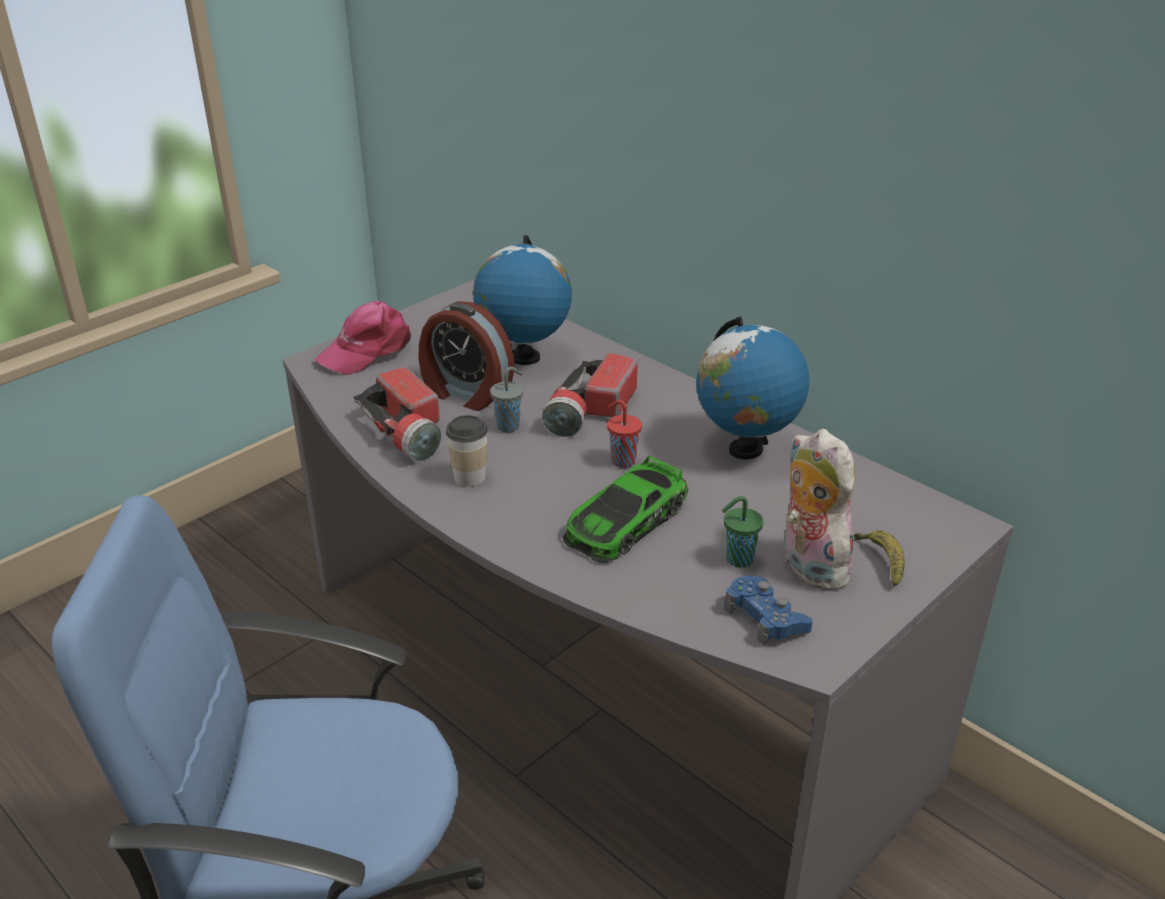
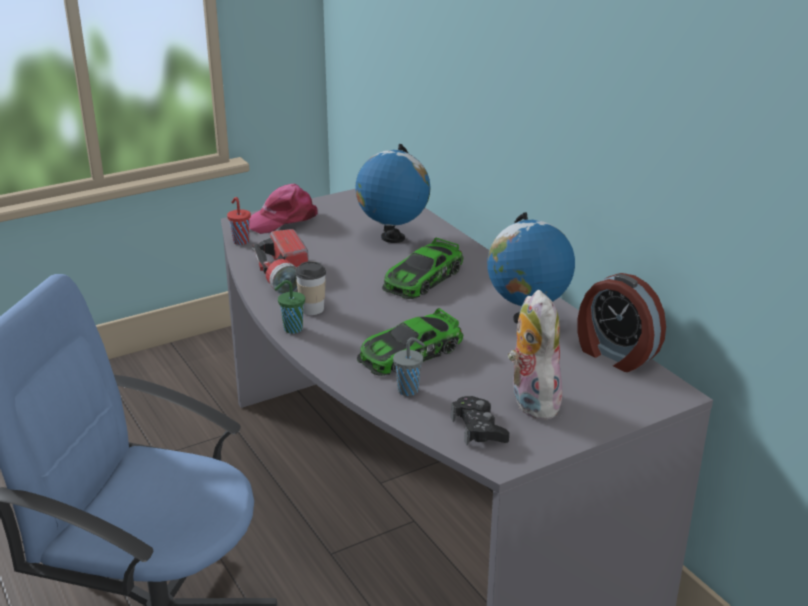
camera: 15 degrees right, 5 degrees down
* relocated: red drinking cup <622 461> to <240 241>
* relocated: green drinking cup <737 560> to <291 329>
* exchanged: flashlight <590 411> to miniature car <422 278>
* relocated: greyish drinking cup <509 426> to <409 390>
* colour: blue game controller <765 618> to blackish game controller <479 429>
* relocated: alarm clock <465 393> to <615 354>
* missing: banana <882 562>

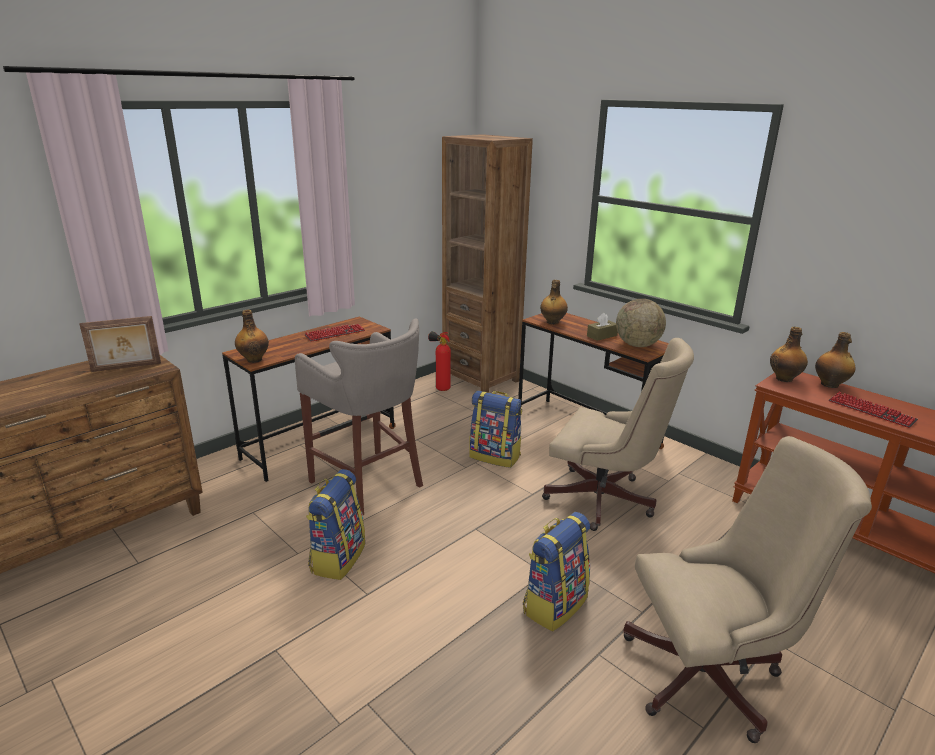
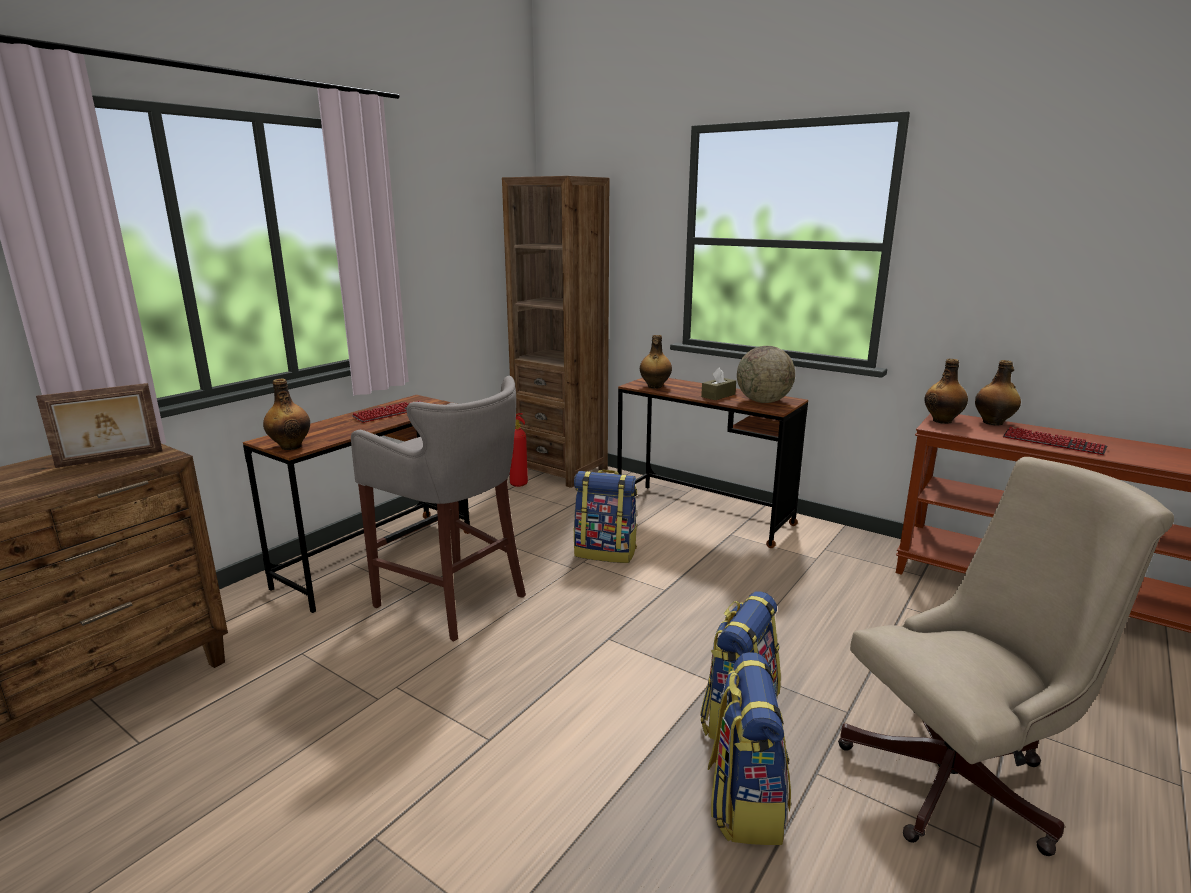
camera: 10 degrees left, 5 degrees down
* relocated: rucksack <337 557> to <744 802>
* missing: sand-coloured desk chair <605 501>

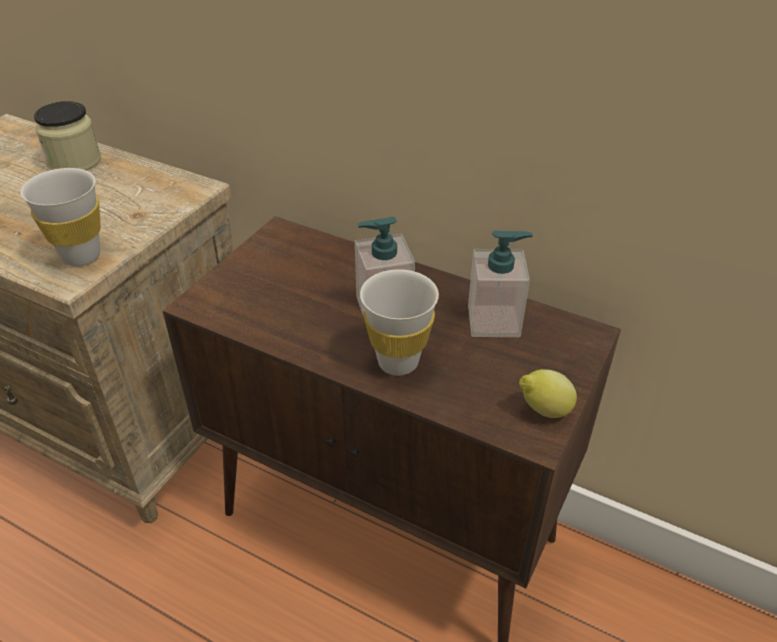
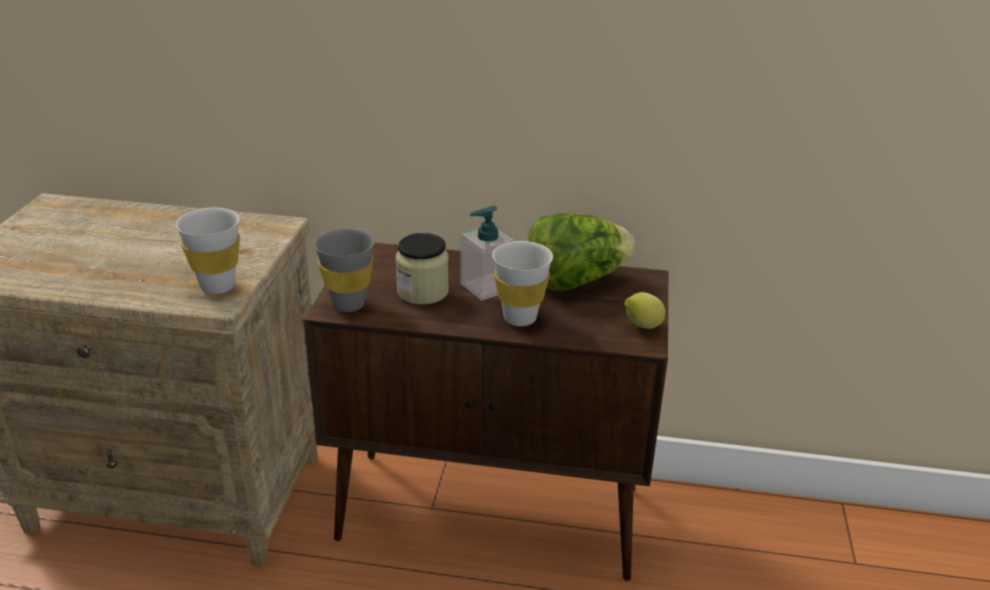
camera: 20 degrees left, 10 degrees down
* appeared: greyish drinking cup <348 304>
* relocated: storage jar <75 162> to <422 292>
* exchanged: soap bottle <494 321> to lettuce <575 281>

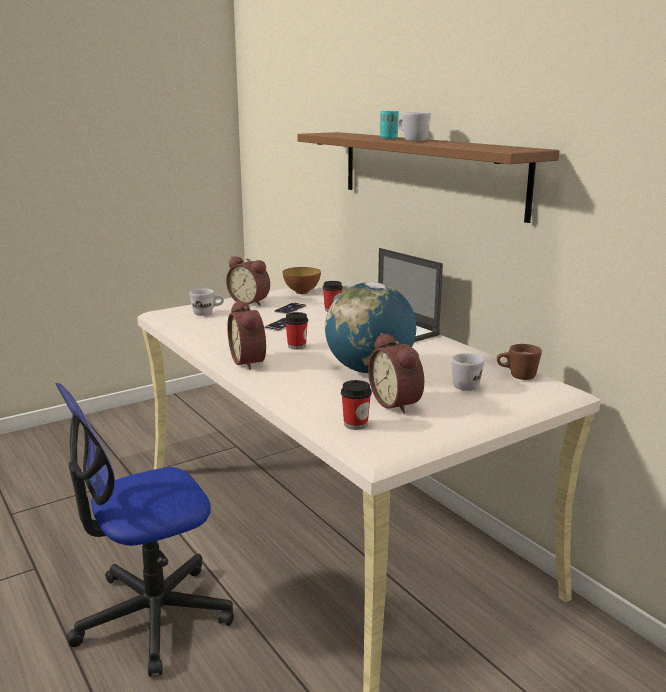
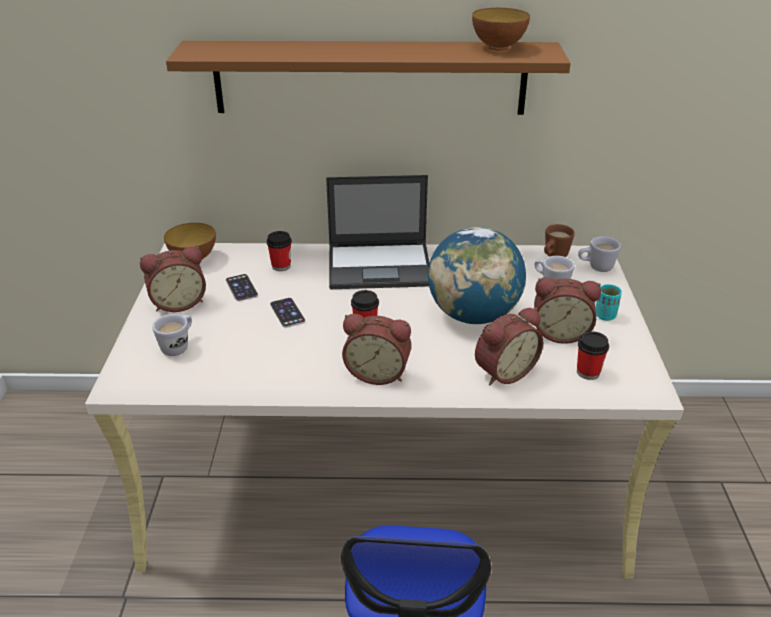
camera: 55 degrees left, 15 degrees up
* appeared: bowl <498 47>
* appeared: alarm clock <503 371>
* relocated: white-coloured tea mug <411 140> to <595 267>
* relocated: turquoise drinking cup <388 138> to <605 316>

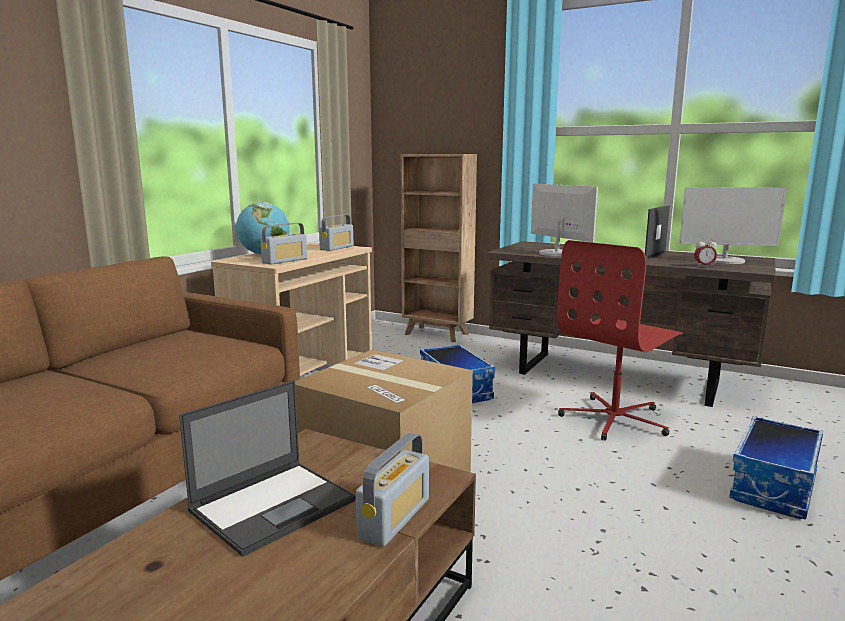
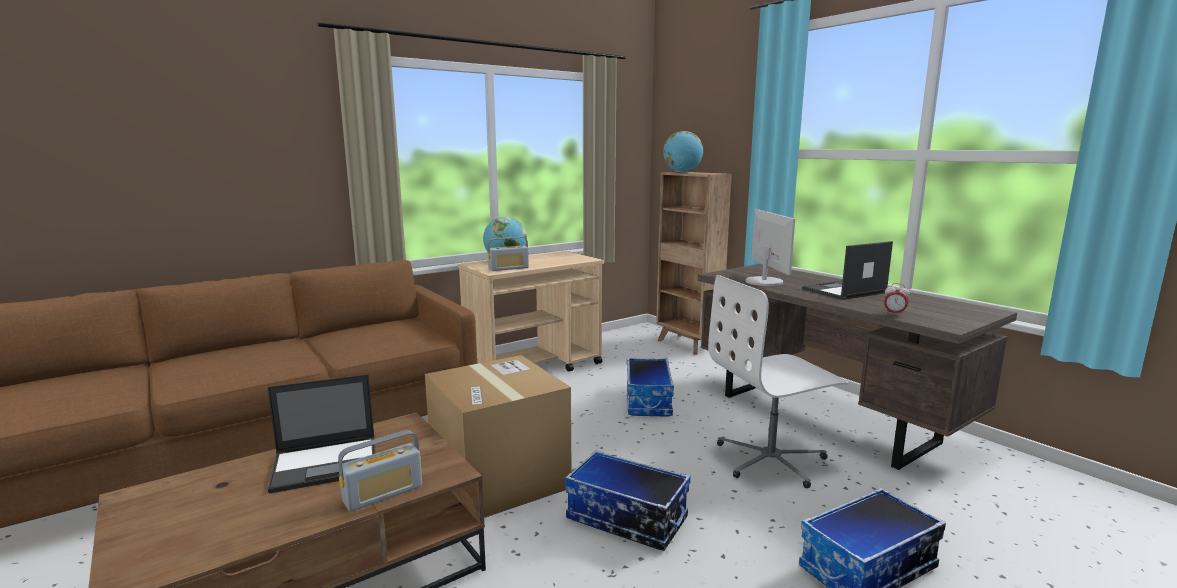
camera: 25 degrees right, 0 degrees up
* appeared: storage box <625 519>
* appeared: desk globe <682 172>
* colour: red desk chair <615 419> to white-coloured desk chair <771 460>
* missing: radio <337 248>
* missing: computer screen <724 261>

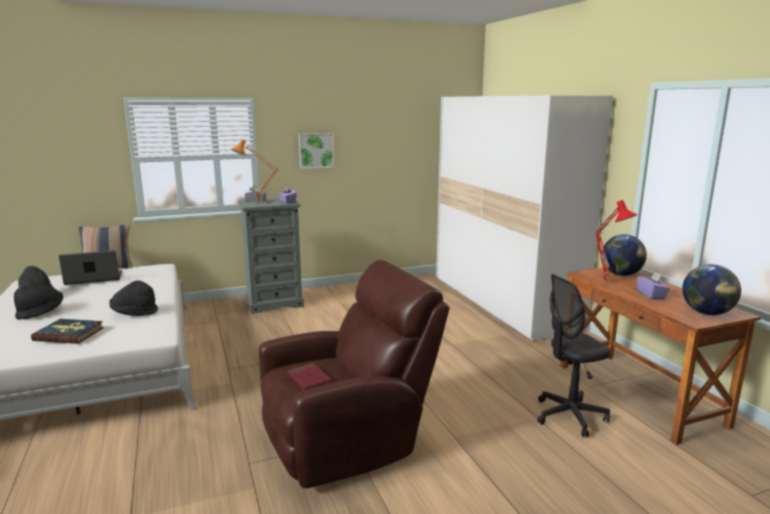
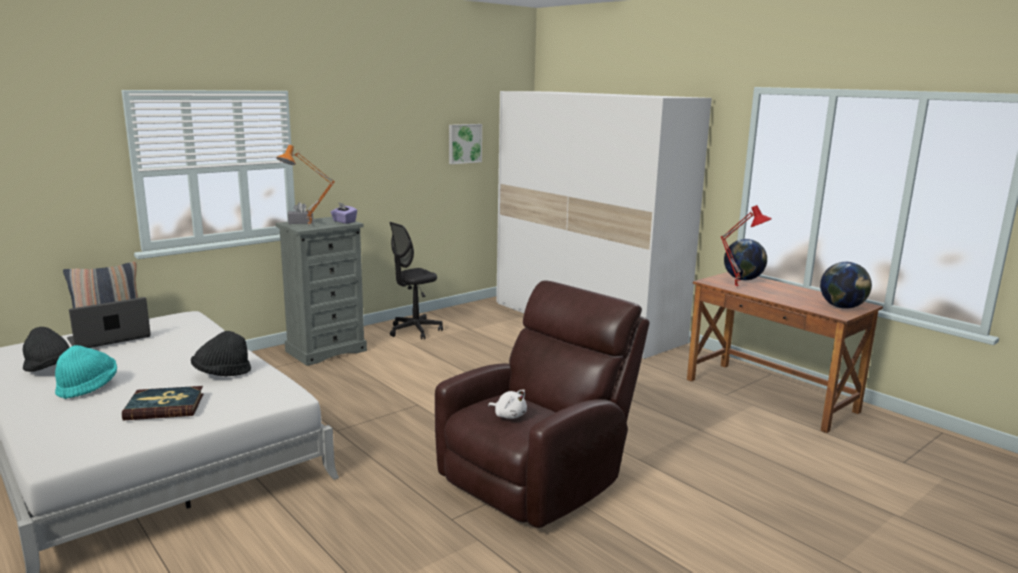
camera: 20 degrees left, 0 degrees up
* colour: blackish hat <41 313> to turquoise hat <88 387>
* relocated: blackish desk chair <569 416> to <415 331>
* relocated: picture <316 150> to <464 143>
* exchanged: red book <309 379> to white-coloured cuddly toy <509 415>
* missing: purplish tissue holder <651 295>

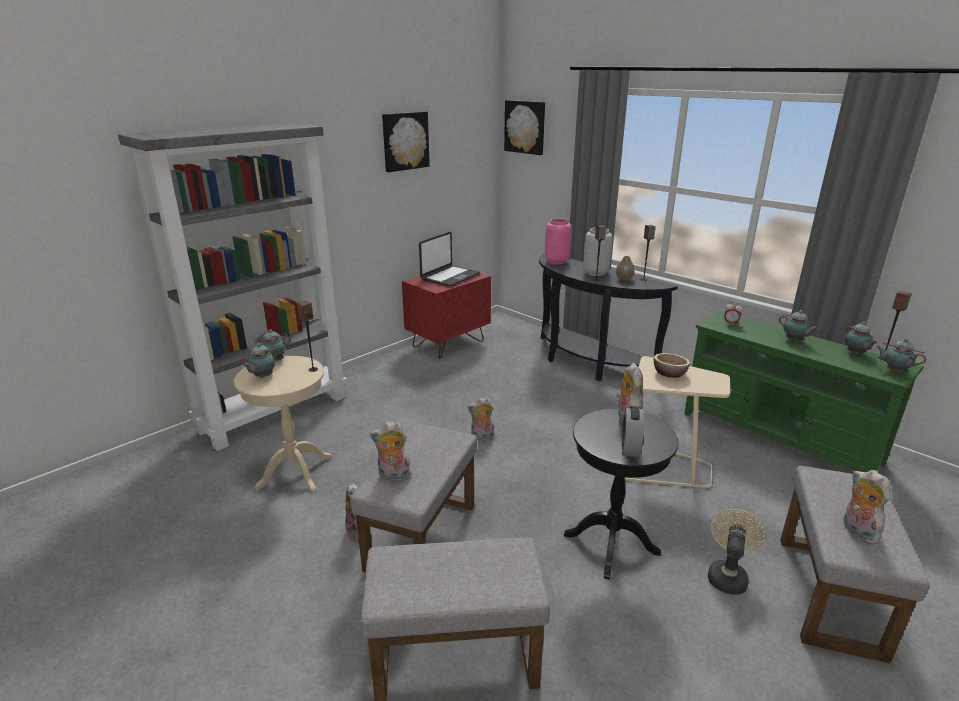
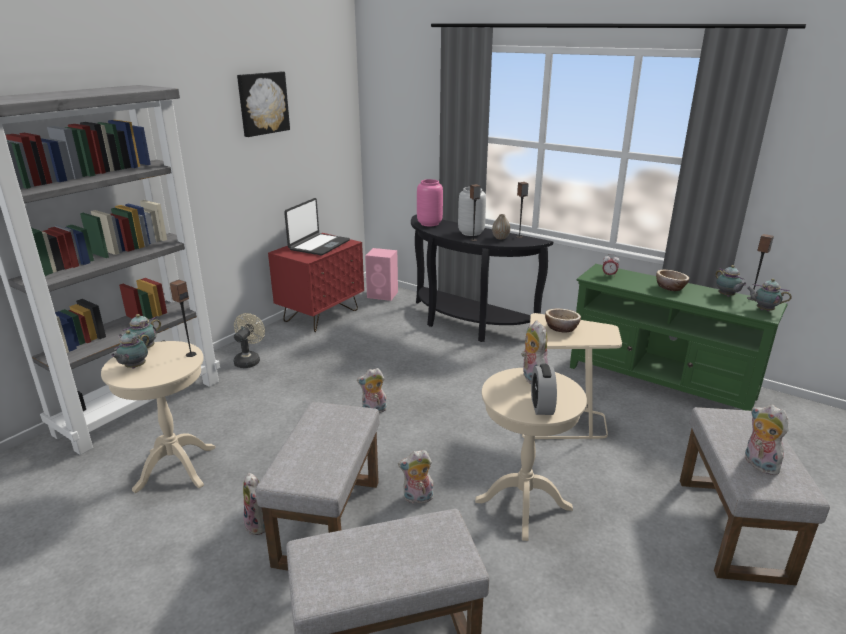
camera: 10 degrees left, 0 degrees up
* relocated: sand-coloured electric fan <727 575> to <249 360>
* appeared: pinkish loudspeaker <383 295>
* relocated: cuddly toy <393 476> to <417 498>
* colour: blackish end table <611 544> to sand-coloured end table <523 504>
* exchanged: tea pot <794 341> to bowl <670 288>
* missing: picture <525 127>

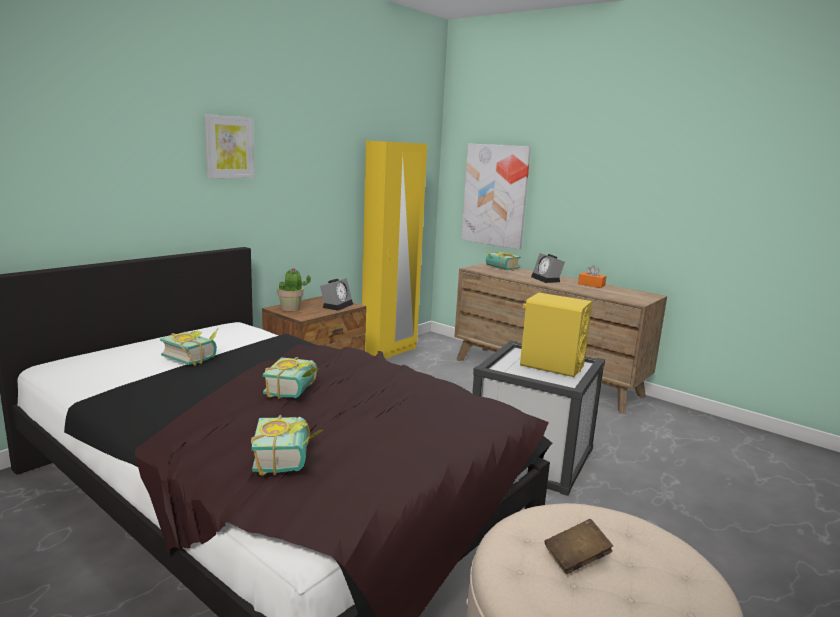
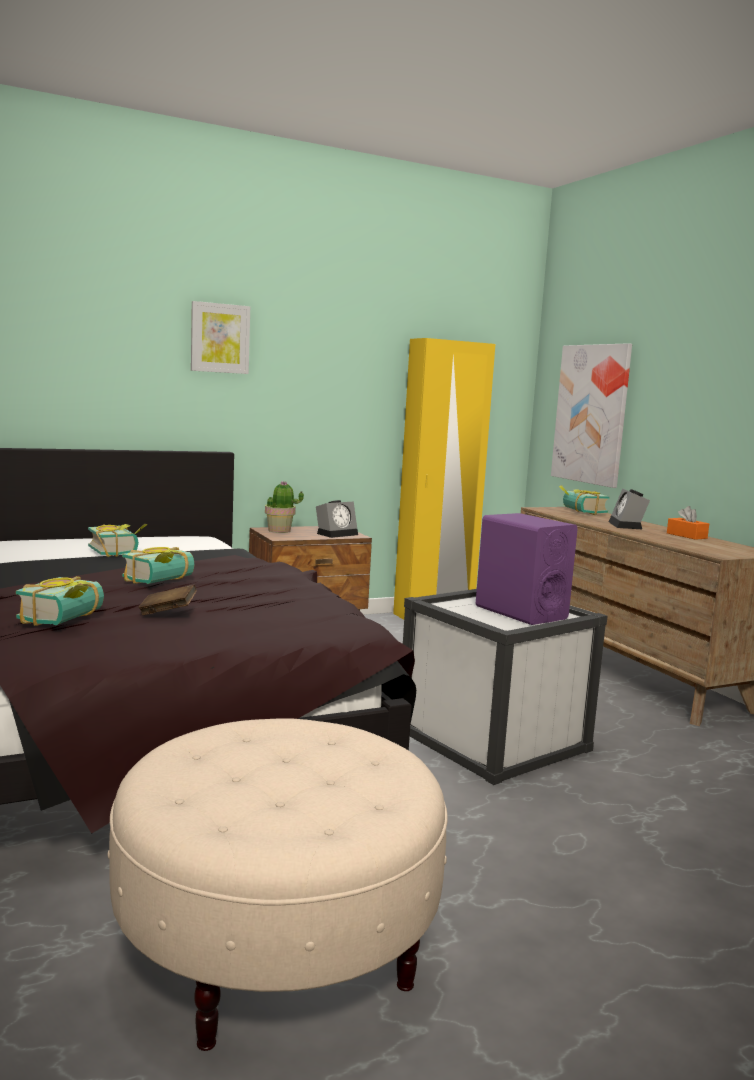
camera: 25 degrees right, 5 degrees down
* relocated: brownish book <576 558> to <168 613>
* colour: yellow loudspeaker <551 366> to purplish loudspeaker <520 612>

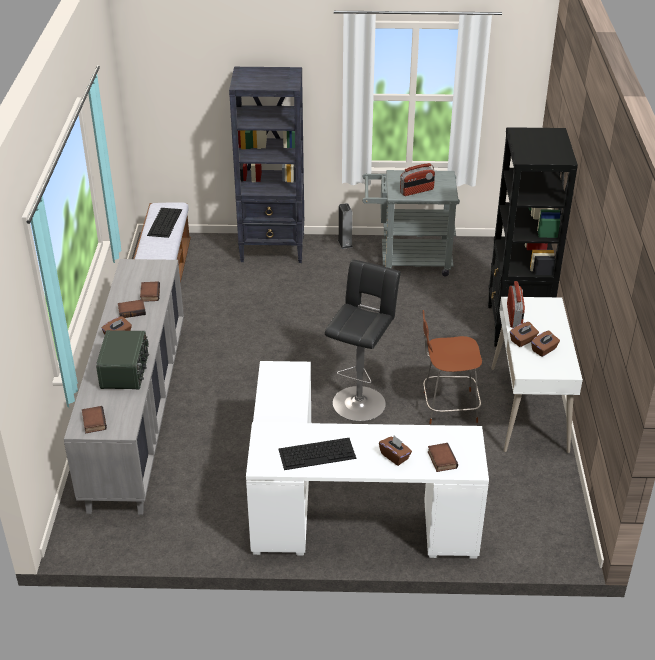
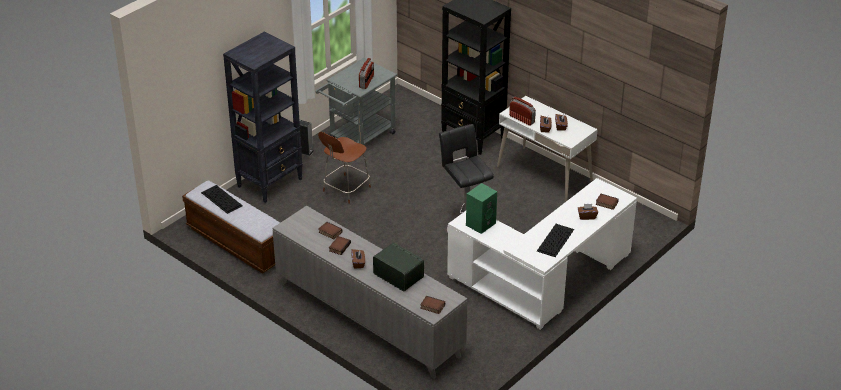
camera: 50 degrees left, 0 degrees up
* relocated: brownish plain chair <447 407> to <345 190>
* appeared: green loudspeaker <480 223>

